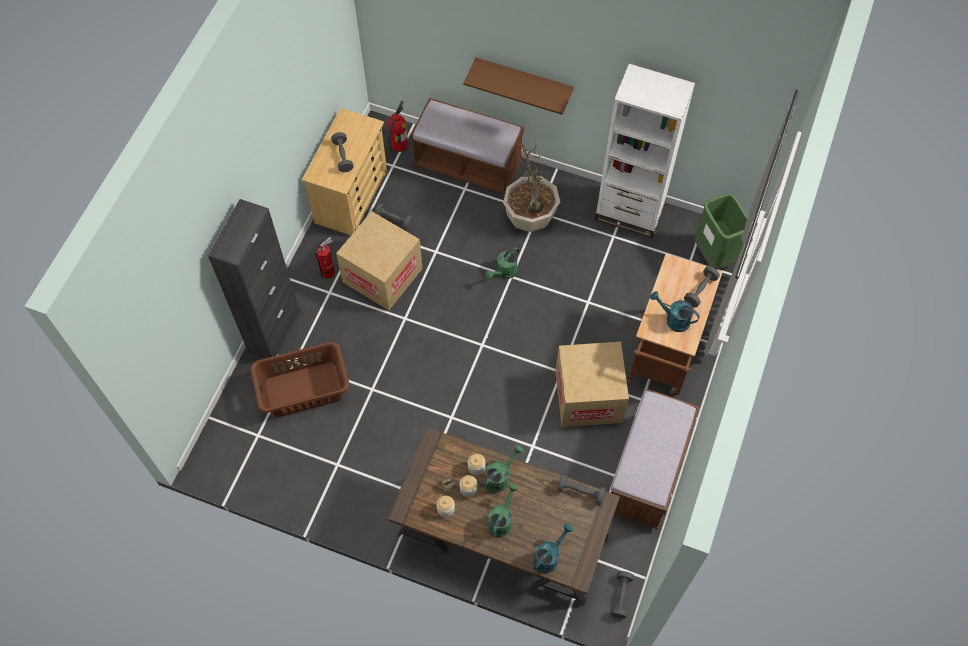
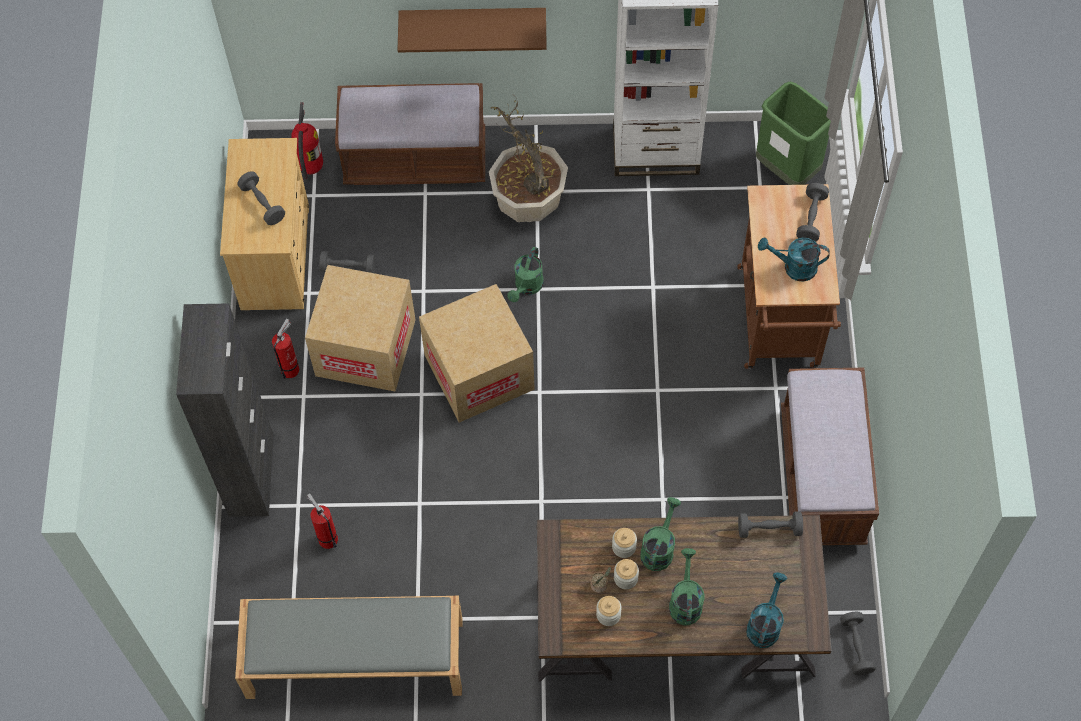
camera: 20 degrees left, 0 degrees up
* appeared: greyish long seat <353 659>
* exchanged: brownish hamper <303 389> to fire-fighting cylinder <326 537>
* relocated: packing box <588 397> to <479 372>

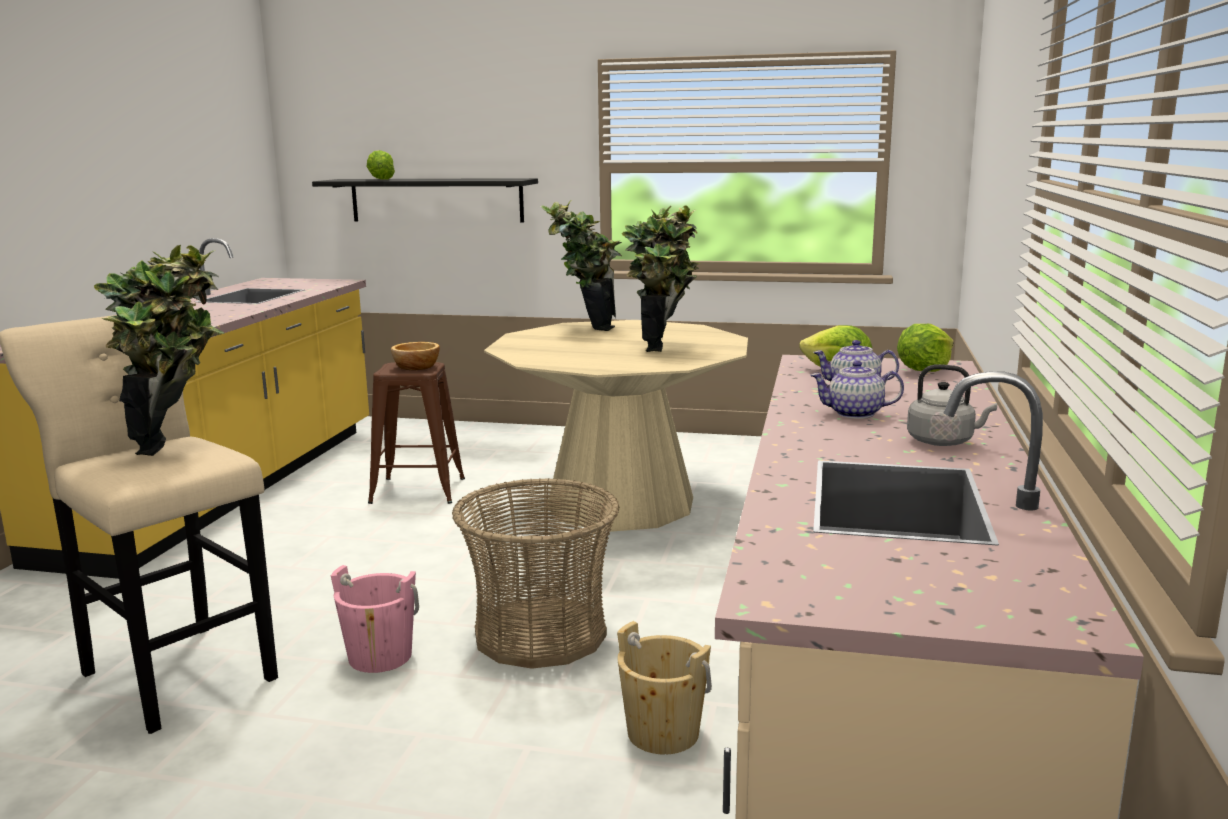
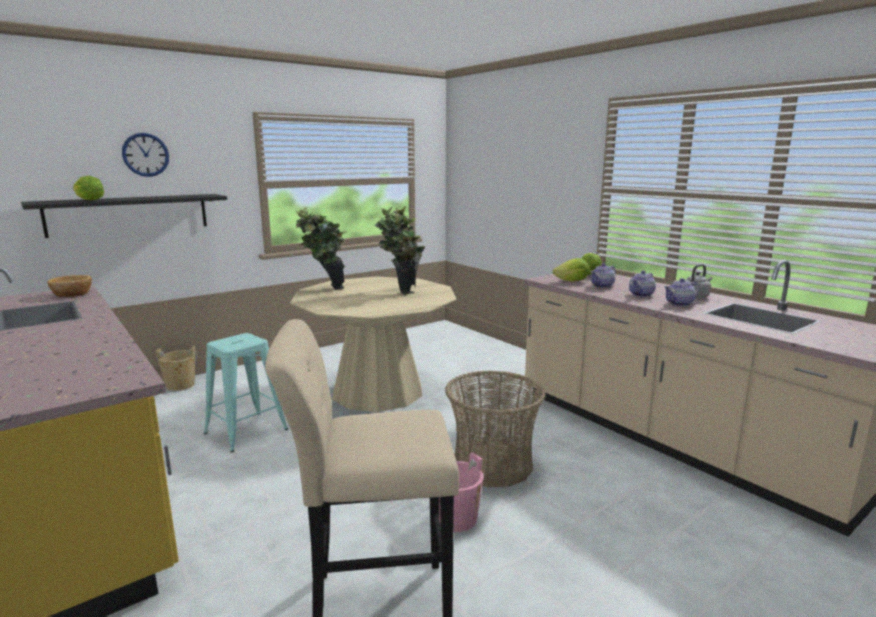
camera: 50 degrees left, 0 degrees up
* relocated: bowl <417 367> to <73 294>
* appeared: wall clock <145 155>
* relocated: sand-coloured pail <663 733> to <180 385>
* colour: brownish stool seat <417 491> to turquoise stool seat <246 431>
* appeared: tea pot <679 304>
* missing: plant in a pot <177 443>

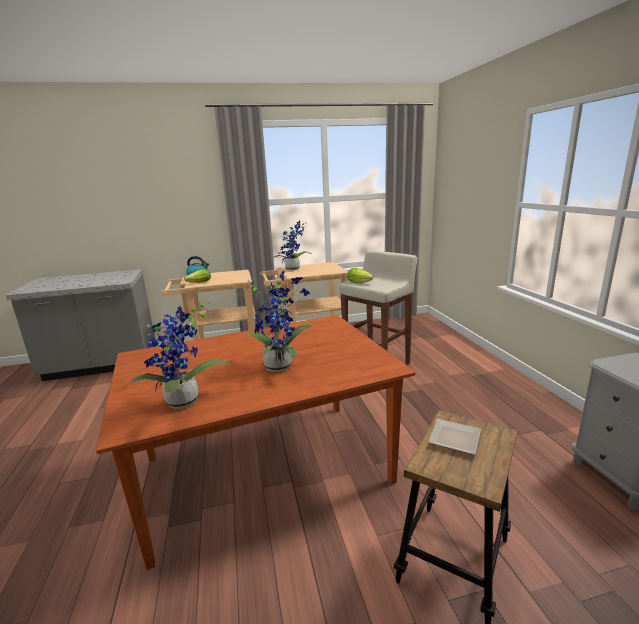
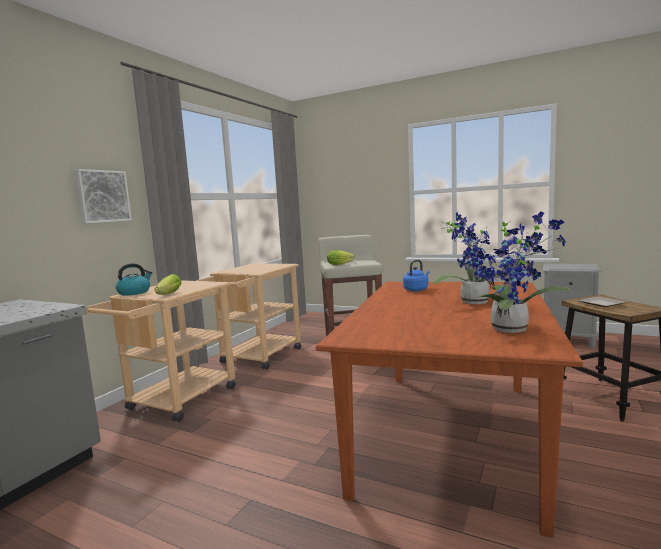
camera: 50 degrees left, 10 degrees down
* appeared: picture <102 196>
* appeared: blue water kettle <416 289>
* missing: plant in a pot <294 269>

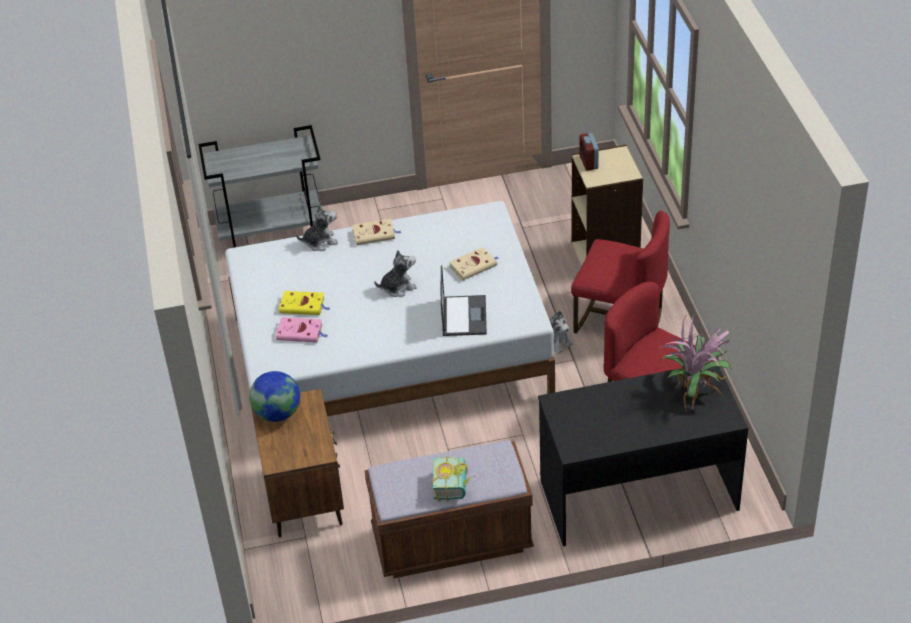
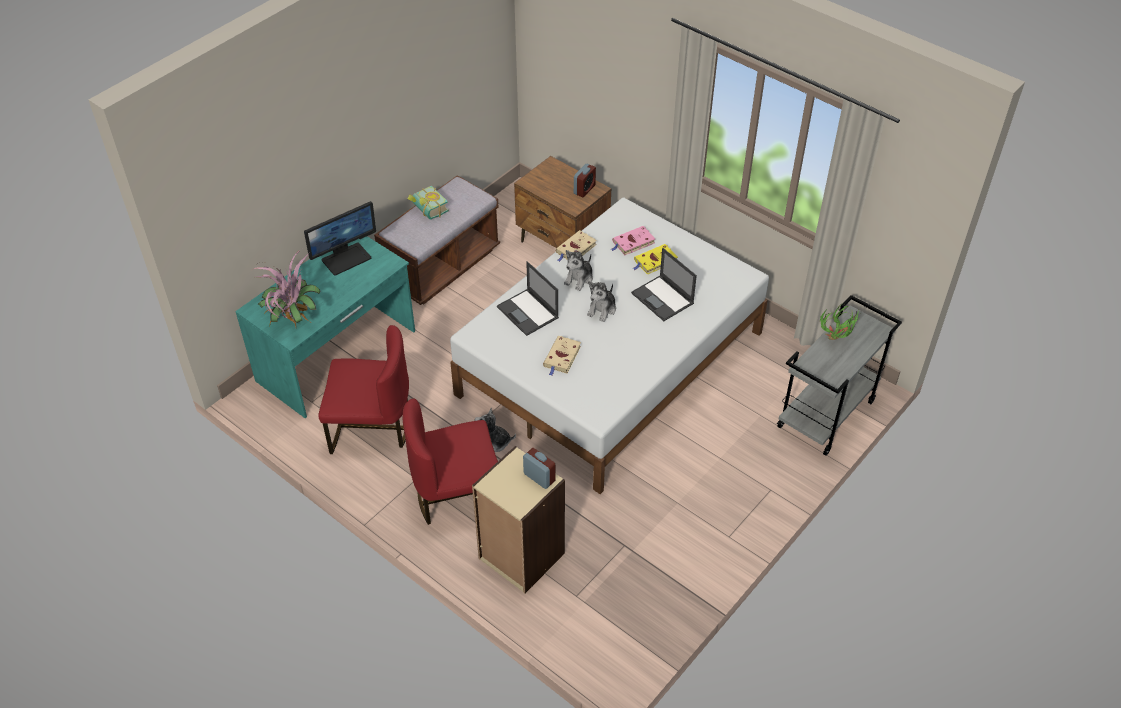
camera: 140 degrees right, 5 degrees up
* colour: blackish desk table <638 493> to turquoise desk table <337 356>
* appeared: computer screen <346 258>
* relocated: sand-coloured book <375 234> to <575 249>
* relocated: cuddly toy <320 242> to <579 279>
* exchanged: desk globe <277 413> to alarm clock <584 189>
* appeared: notebook computer <663 299>
* appeared: plant in a pot <836 341>

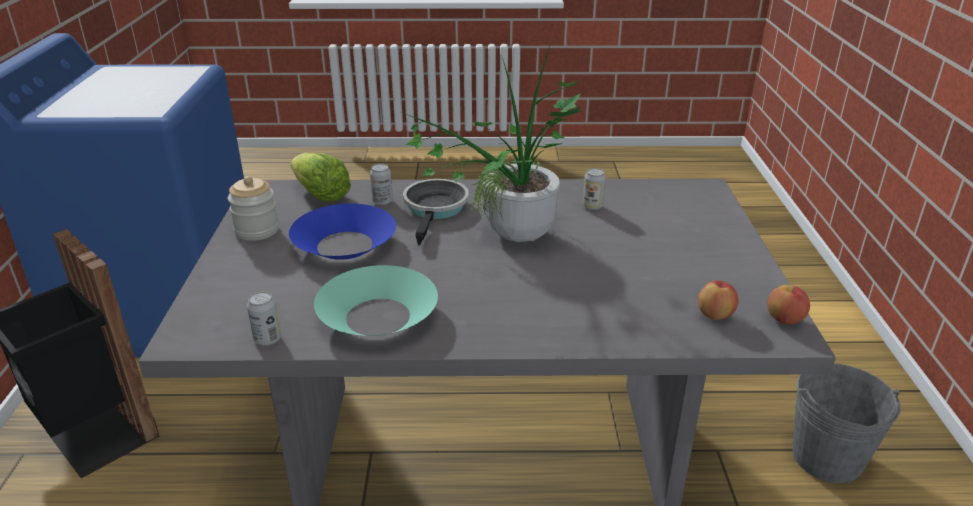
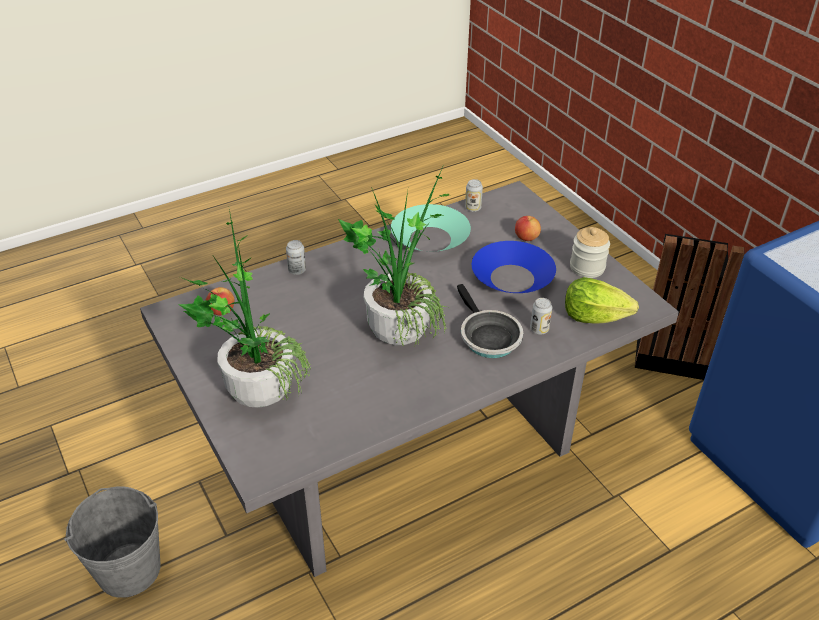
camera: 150 degrees right, 10 degrees up
* appeared: plant in a pot <255 386>
* relocated: sealed can <592 206> to <297 270>
* relocated: whole apple <785 320> to <526 238>

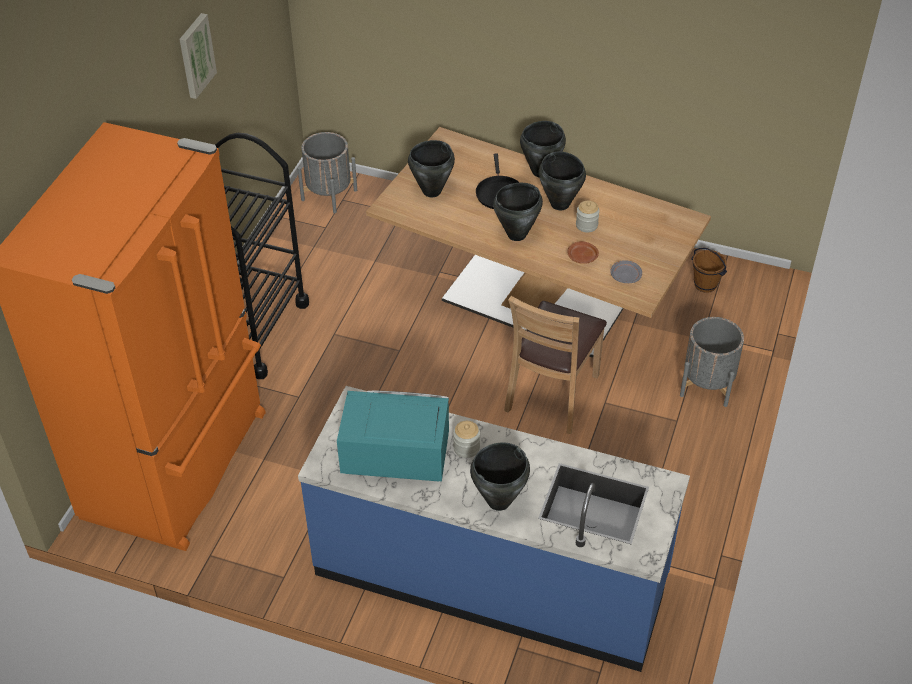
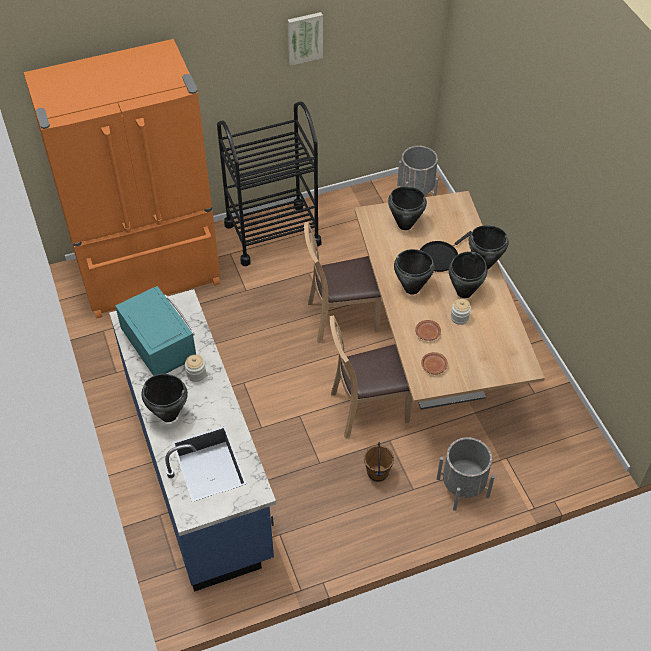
camera: 50 degrees right, 5 degrees up
* appeared: brownish plain chair <341 318>
* relocated: brownish pail <705 285> to <377 473>
* colour: greyish dinner plate <625 276> to brownish dinner plate <434 366>

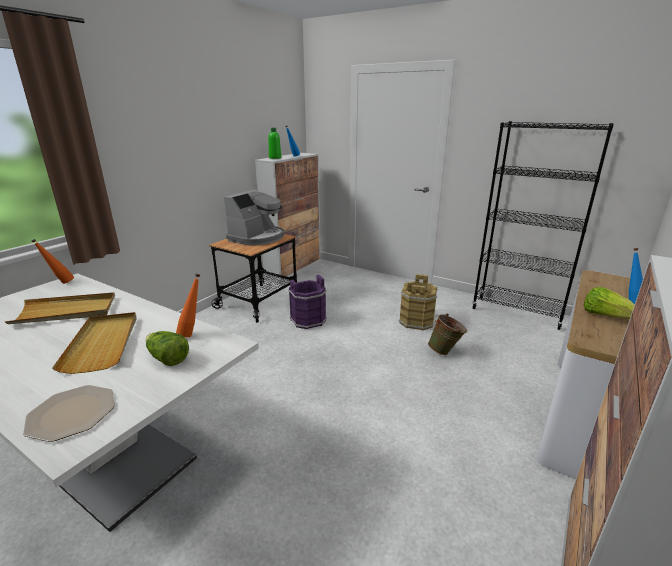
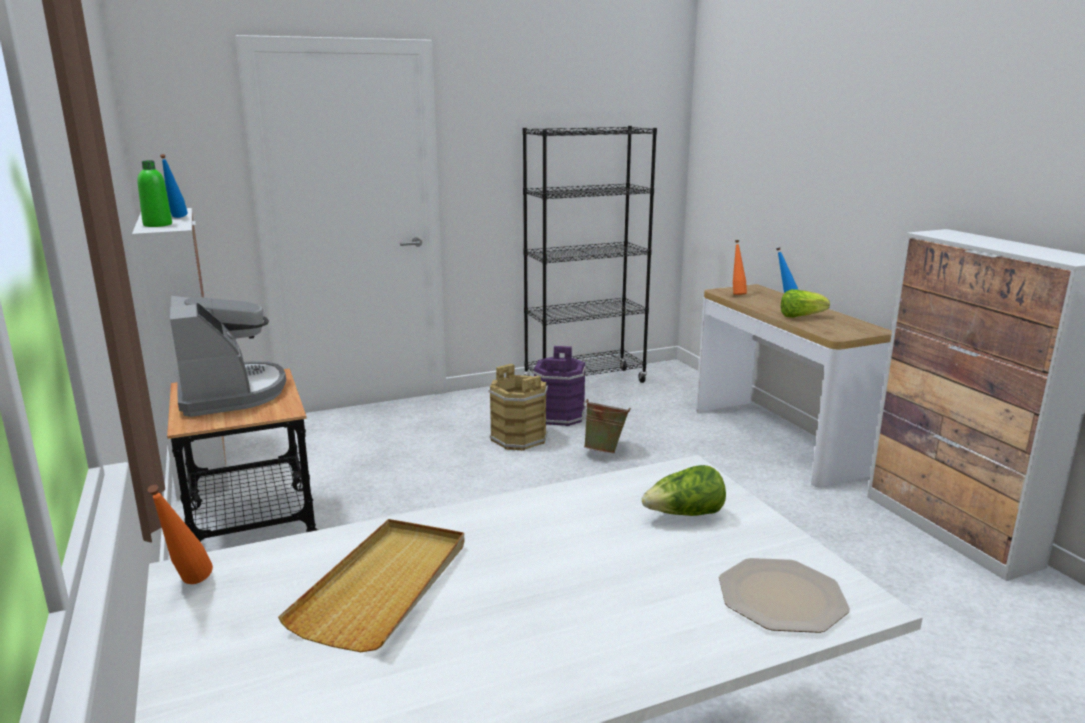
camera: 55 degrees left, 5 degrees down
* relocated: purplish pail <308 320> to <559 416>
* relocated: orange bottle <193 333> to <737 294>
* missing: sand-coloured serving tray <103 343>

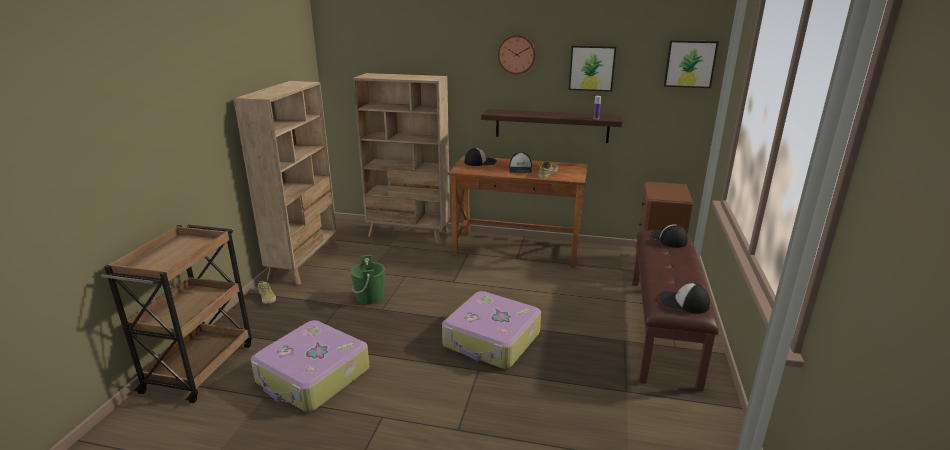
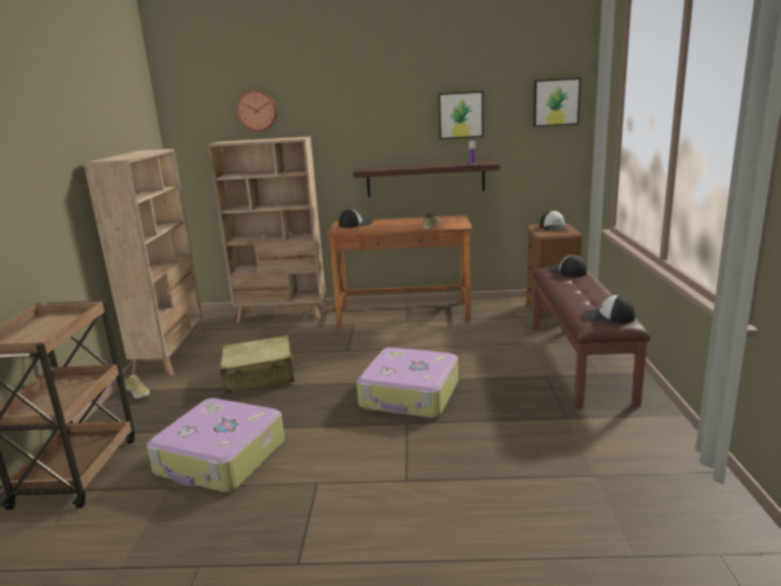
camera: 10 degrees left, 5 degrees down
* exchanged: green pail <370 297> to sand-coloured travel case <260 376>
* relocated: wall clock <517 54> to <257 110>
* relocated: cap <520 169> to <554 228>

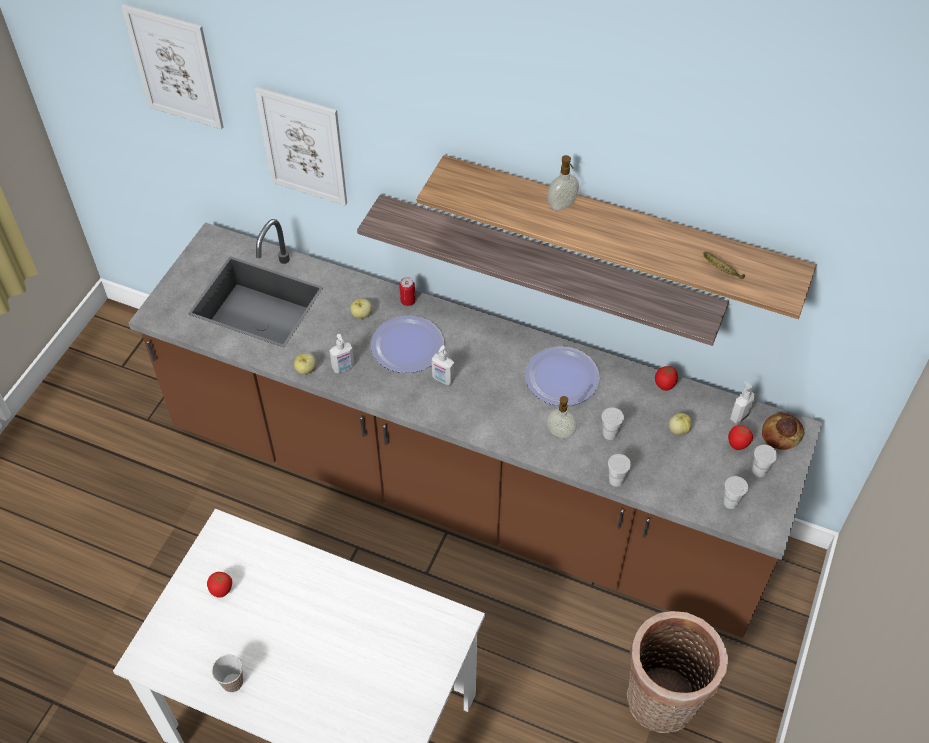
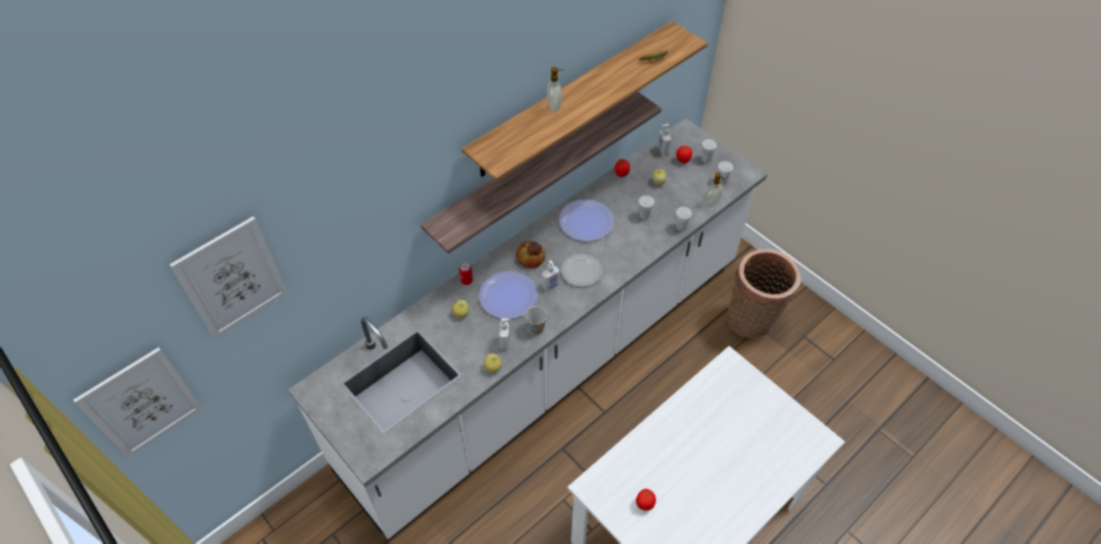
camera: 65 degrees left, 0 degrees up
* relocated: picture <303 146> to <142 403>
* colour: brownish kitchen base unit <464 490> to white-coloured kitchen base unit <550 362>
* relocated: bread <781 434> to <530 257>
* relocated: drinking cup <232 682> to <536 328>
* appeared: dinner plate <581 271>
* relocated: soap bottle <559 433> to <712 203>

